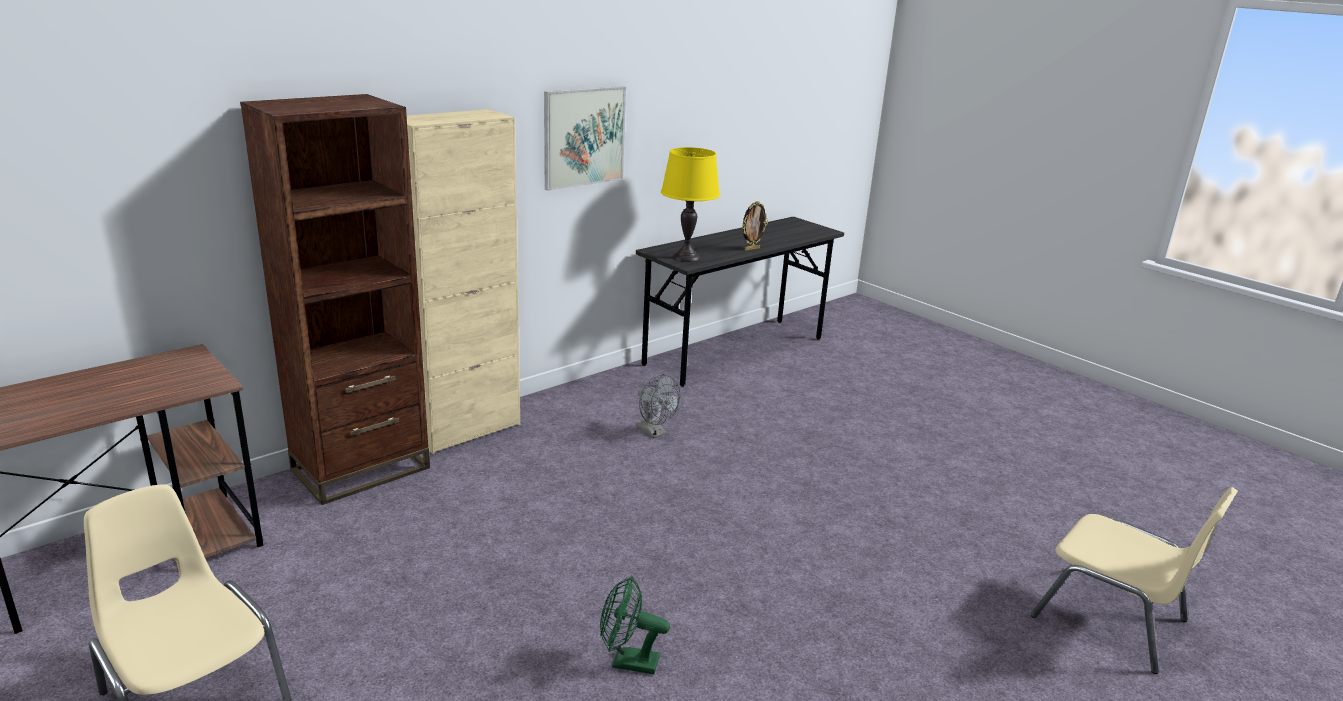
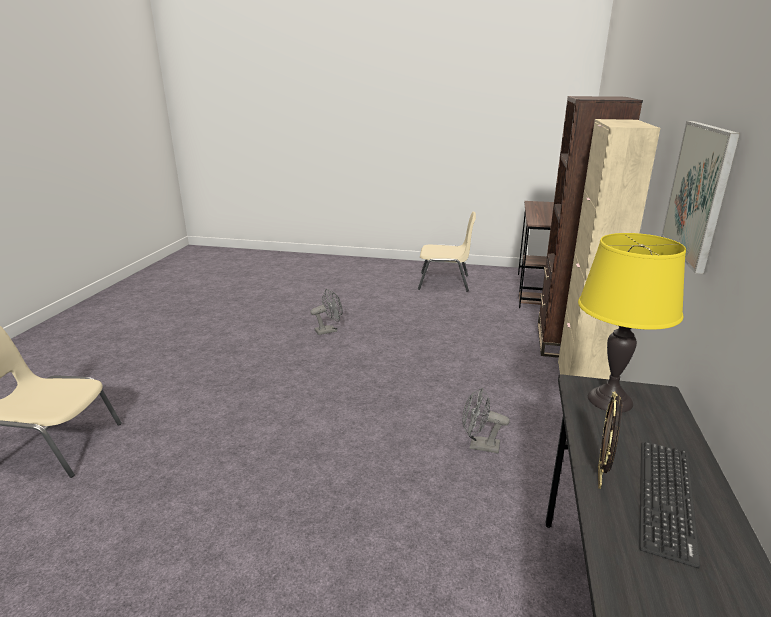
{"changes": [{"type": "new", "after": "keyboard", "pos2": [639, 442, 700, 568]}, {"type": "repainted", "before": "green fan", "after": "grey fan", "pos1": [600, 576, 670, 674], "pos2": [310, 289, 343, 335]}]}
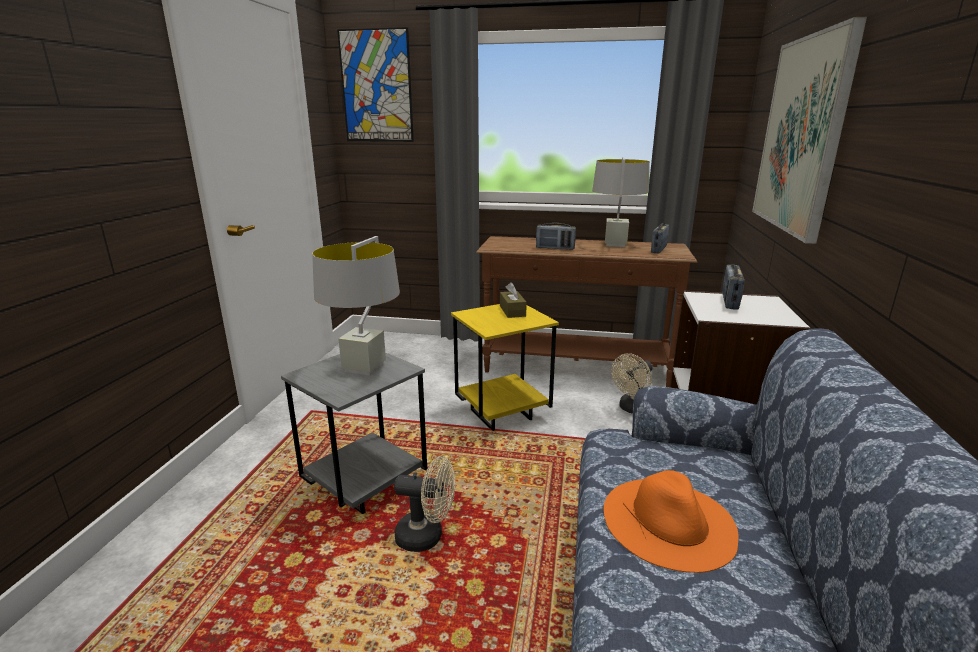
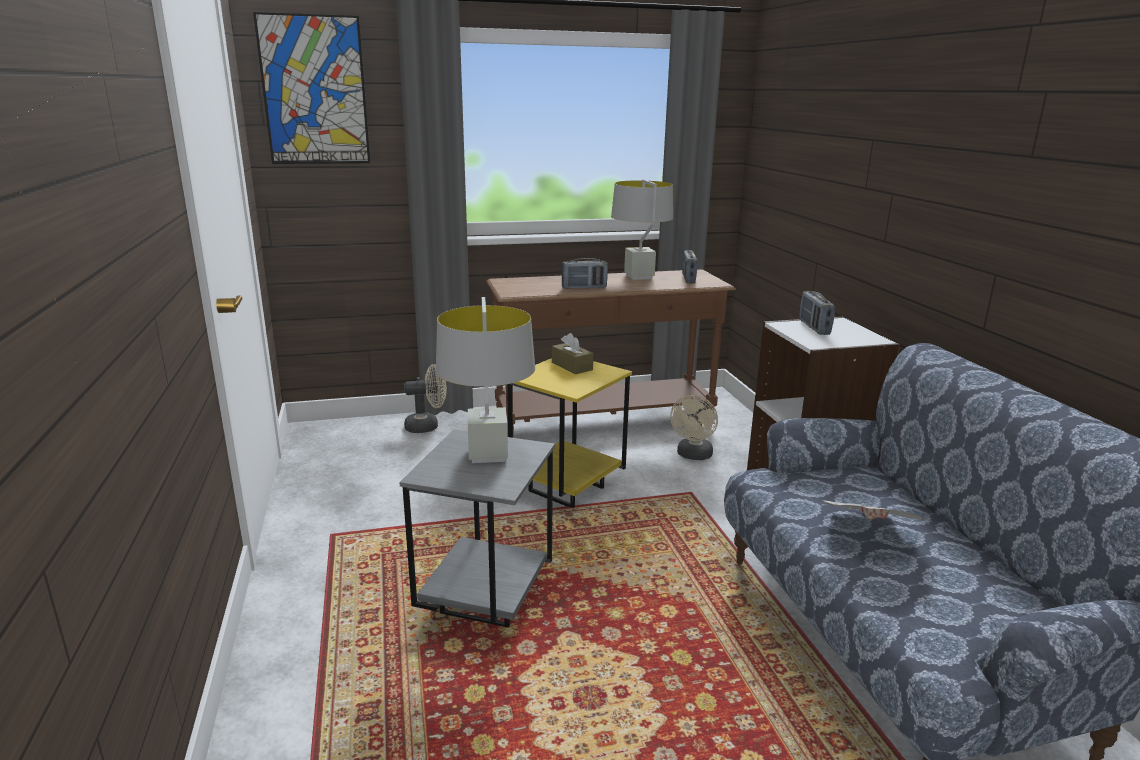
{"changes": [{"type": "gone", "before": "picture", "pos1": [752, 17, 867, 244]}, {"type": "shifted", "before": "beige fan", "pos1": [394, 456, 455, 552], "pos2": [404, 364, 447, 433]}, {"type": "swapped", "before": "orange hat", "after": "newspaper", "pos1": [604, 470, 739, 573], "pos2": [822, 500, 925, 520]}]}
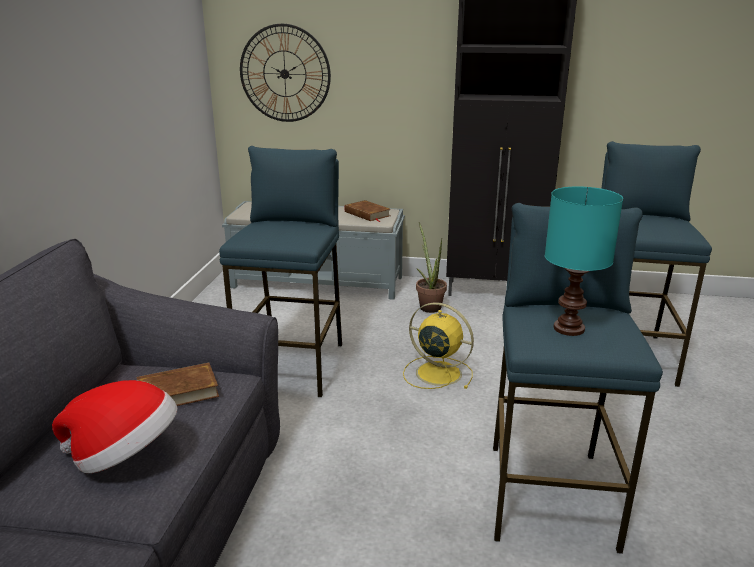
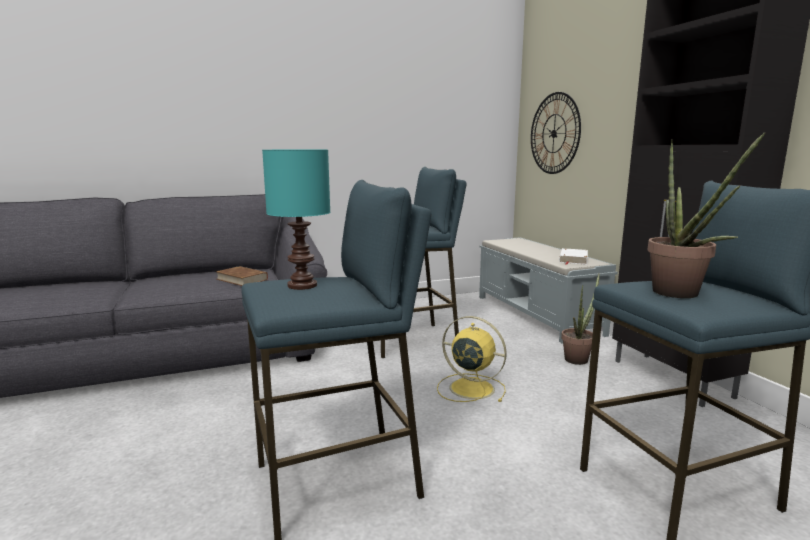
{"changes": [{"type": "gone", "before": "hat", "pos1": [52, 380, 177, 473]}, {"type": "new", "after": "potted plant", "pos2": [647, 132, 765, 298]}, {"type": "repainted", "before": "brown book", "after": "white book", "pos1": [345, 200, 390, 222], "pos2": [559, 248, 588, 265]}, {"type": "rotated", "before": "yellow fan", "pos1": [403, 302, 474, 389], "pos2": [437, 316, 507, 402], "turn": -60}]}
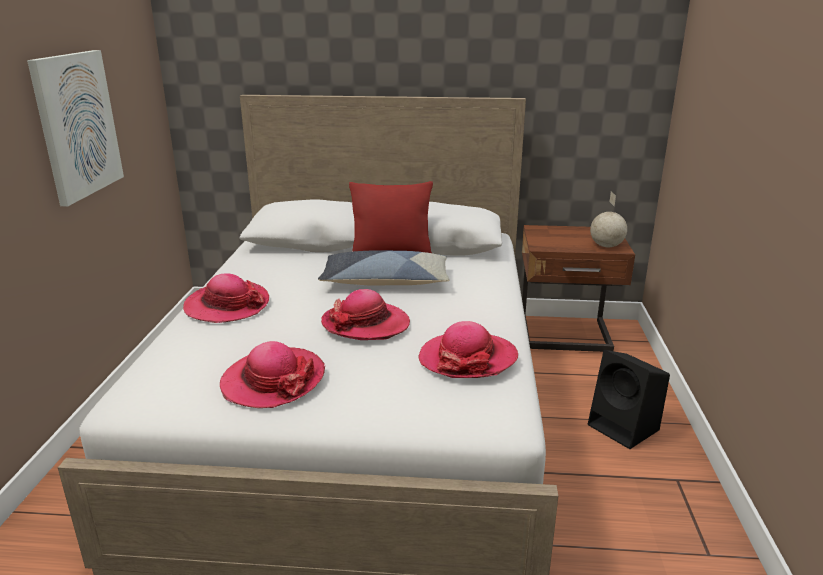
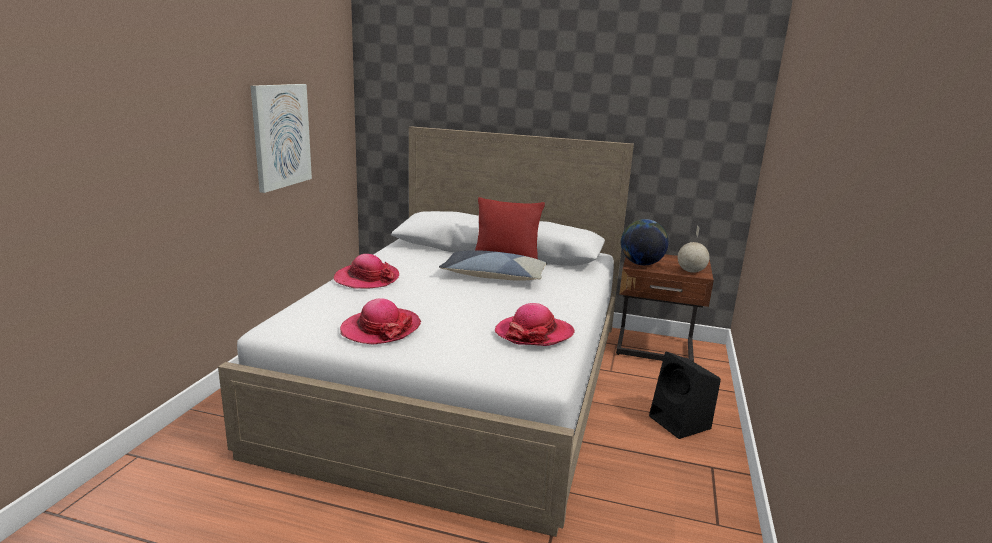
{"changes": [{"type": "gone", "before": "hat", "pos1": [321, 289, 410, 340]}, {"type": "new", "after": "globe", "pos2": [621, 219, 669, 265]}]}
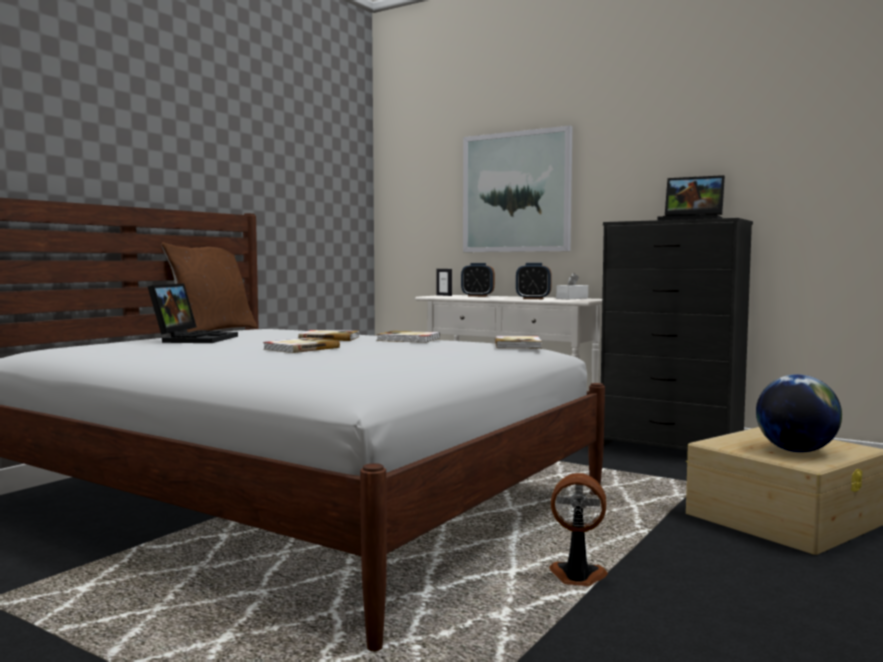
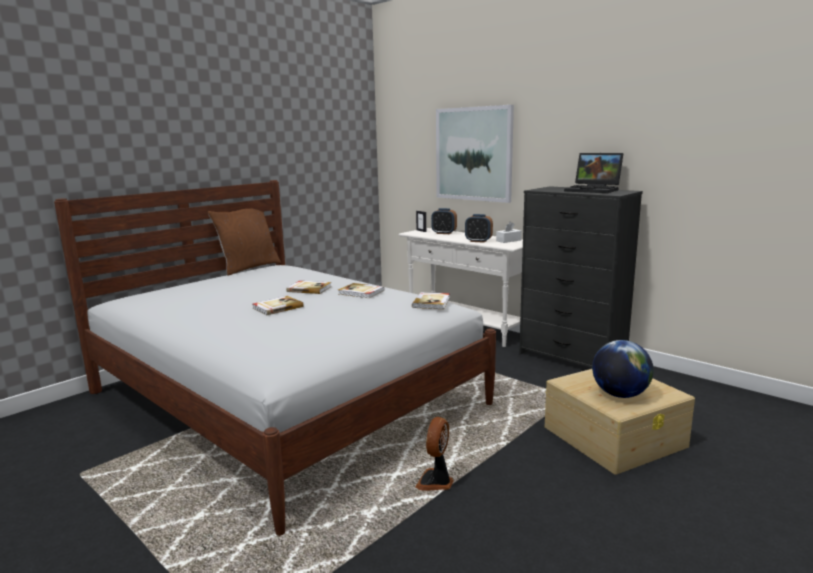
{"changes": [{"type": "gone", "before": "laptop", "pos1": [148, 283, 238, 343]}, {"type": "rotated", "before": "fan", "pos1": [549, 473, 608, 586], "pos2": [415, 417, 454, 491], "turn": -90}]}
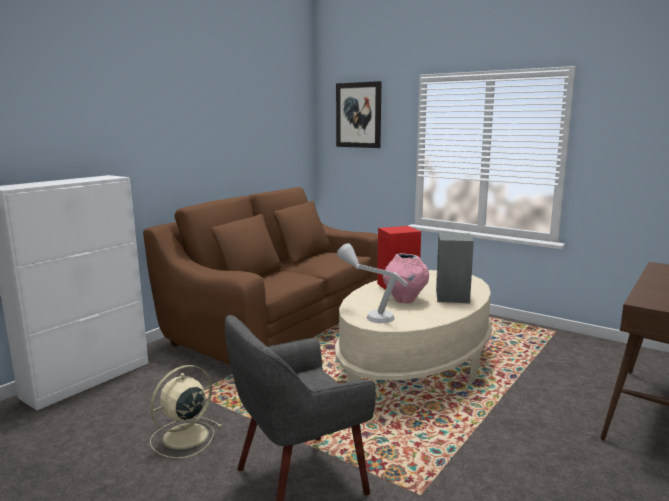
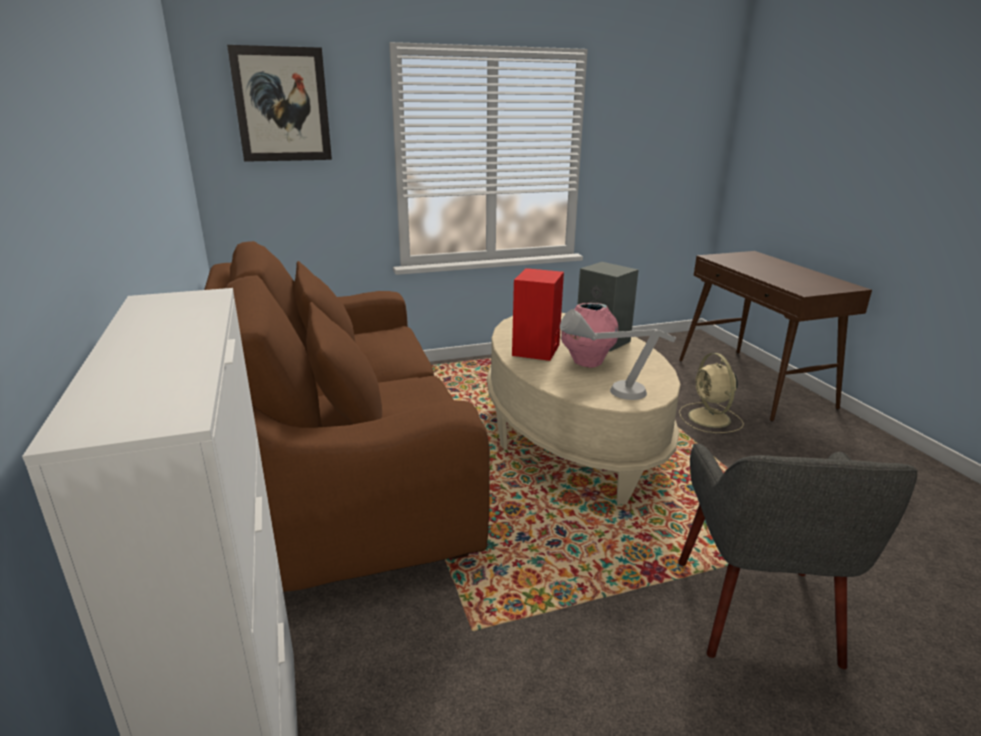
{"changes": [{"type": "shifted", "before": "beige fan", "pos1": [150, 365, 222, 459], "pos2": [679, 353, 744, 433]}]}
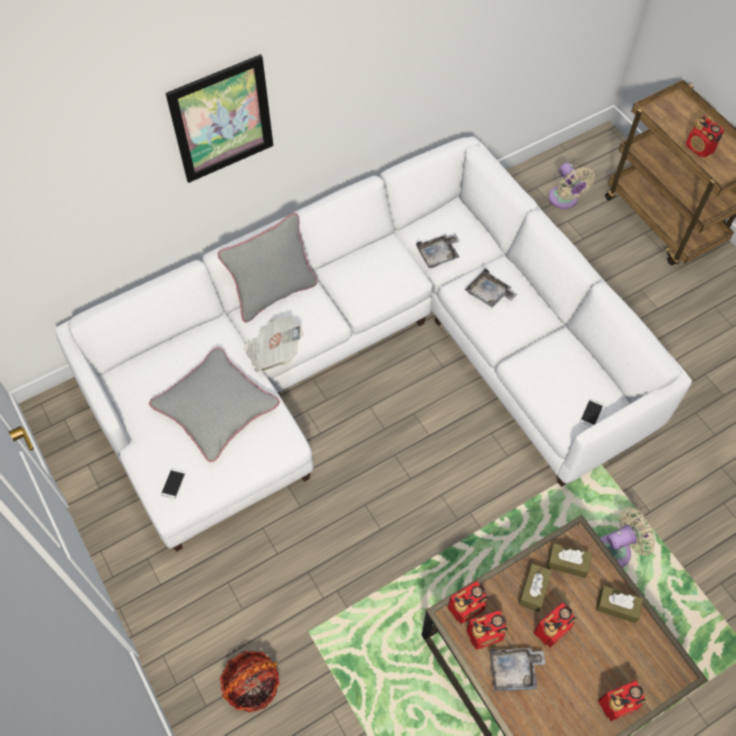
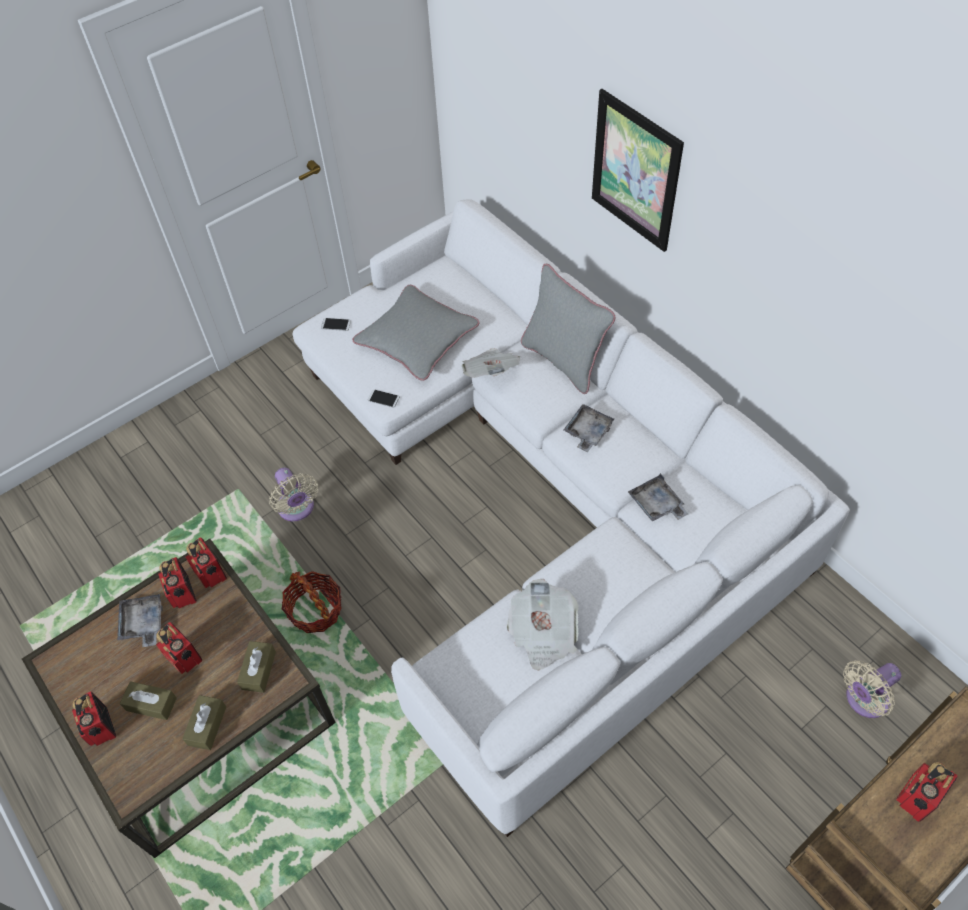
{"changes": [{"type": "new", "after": "newspaper", "pos2": [506, 579, 578, 671]}, {"type": "shifted", "before": "basket", "pos1": [220, 651, 280, 713], "pos2": [282, 571, 342, 633]}, {"type": "shifted", "before": "grey tray", "pos1": [465, 269, 517, 308], "pos2": [564, 404, 615, 452]}, {"type": "shifted", "before": "brown tissue box", "pos1": [519, 563, 552, 612], "pos2": [120, 681, 177, 720]}, {"type": "shifted", "before": "phone", "pos1": [580, 399, 603, 426], "pos2": [368, 389, 400, 408]}, {"type": "shifted", "before": "beige fan", "pos1": [600, 507, 655, 568], "pos2": [269, 468, 318, 522]}]}
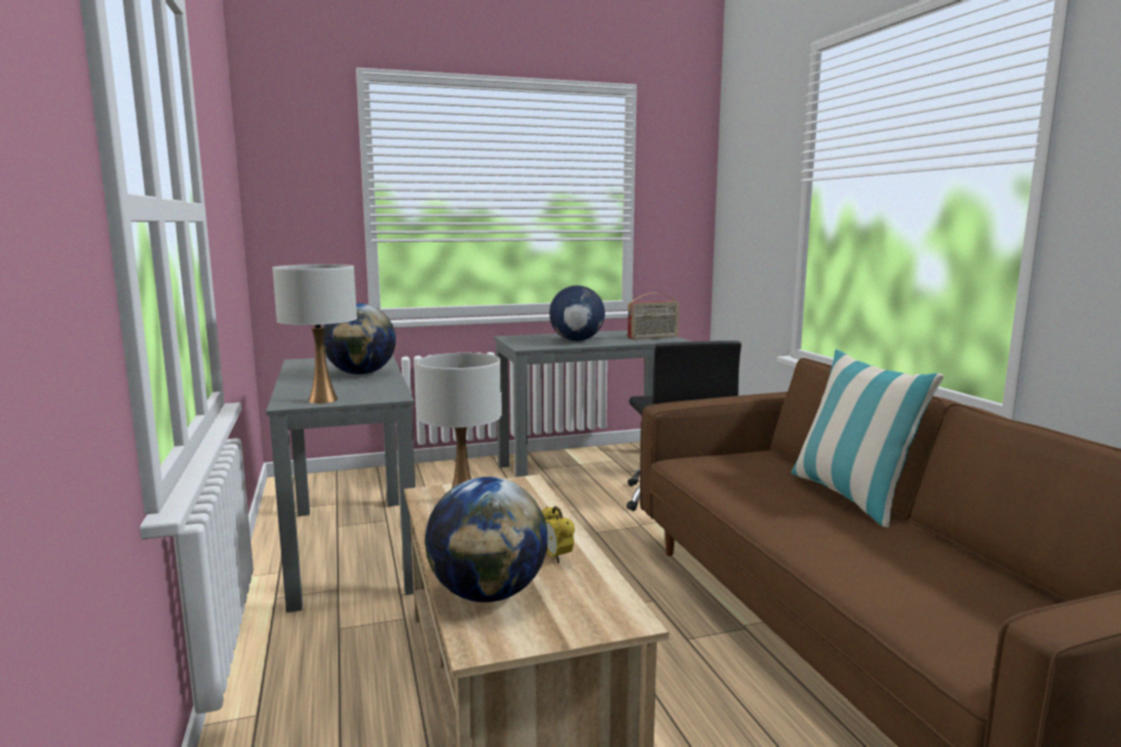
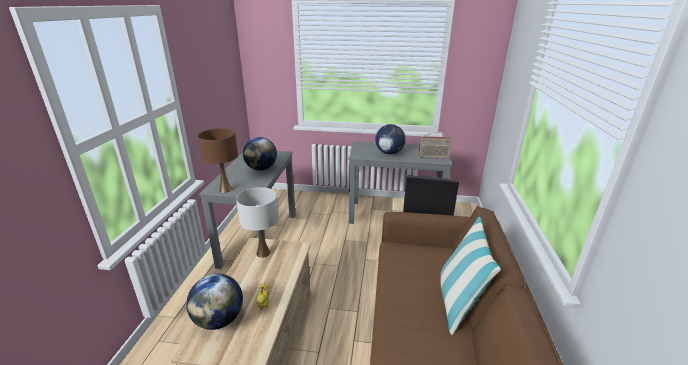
{"changes": [{"type": "repainted", "before": "white table lamp", "after": "brown table lamp", "pos1": [273, 264, 357, 404], "pos2": [198, 128, 238, 193]}]}
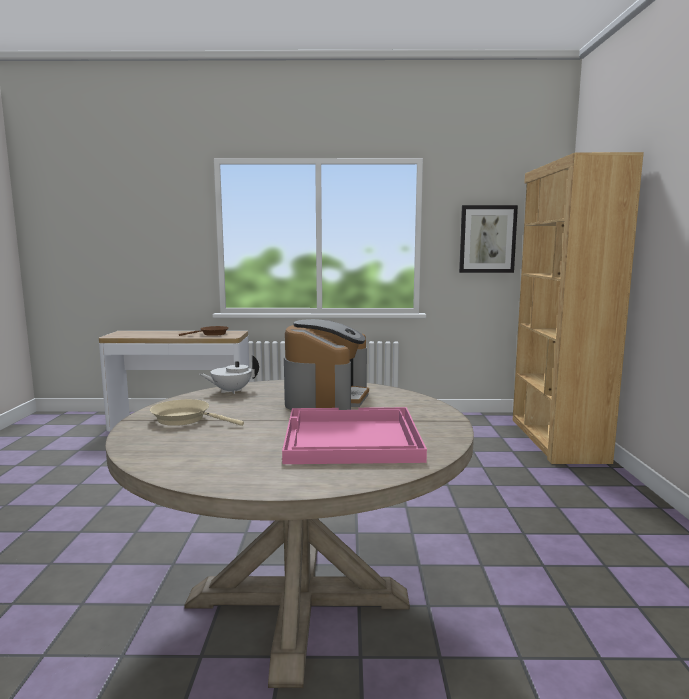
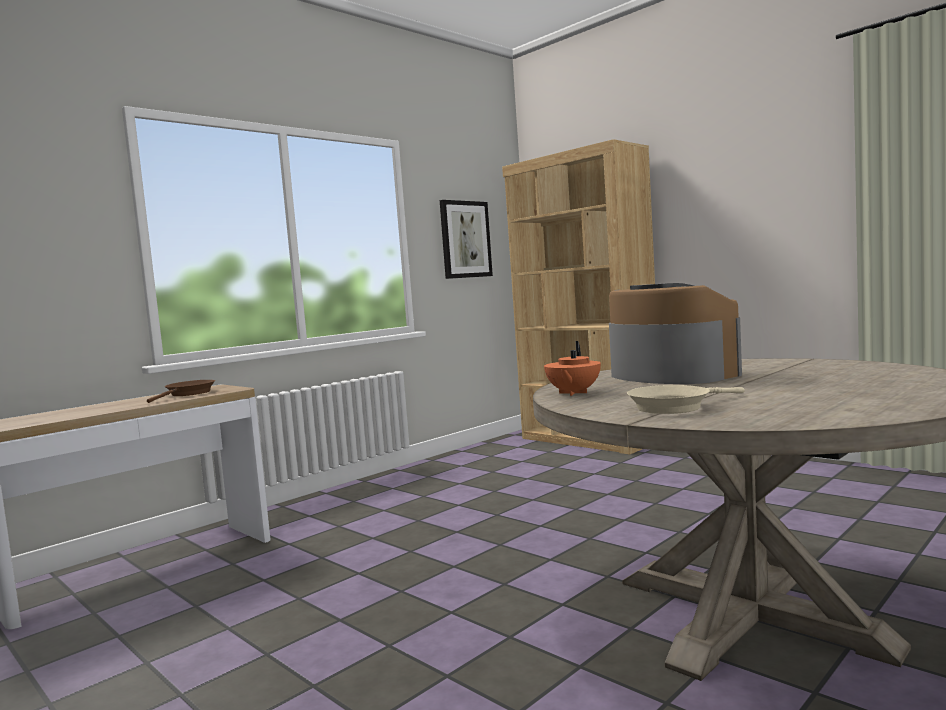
{"changes": [{"type": "gone", "before": "pink tray", "pos1": [282, 407, 427, 464]}, {"type": "repainted", "before": "white teapot", "after": "orange teapot", "pos1": [199, 355, 259, 394], "pos2": [544, 341, 601, 396]}]}
